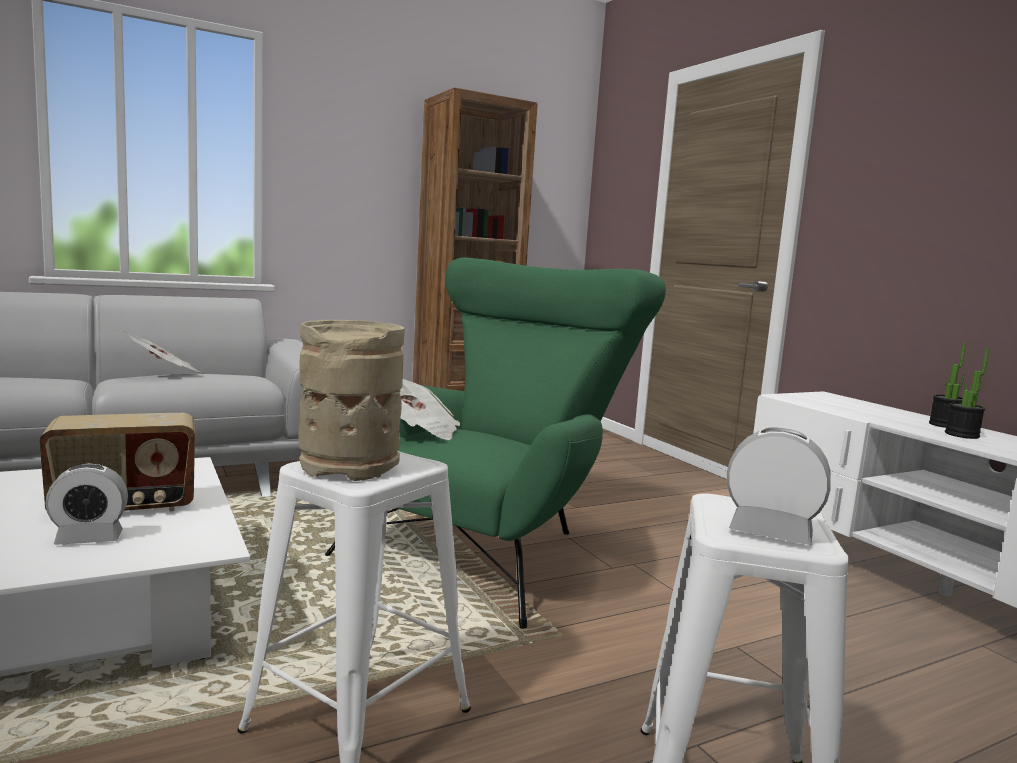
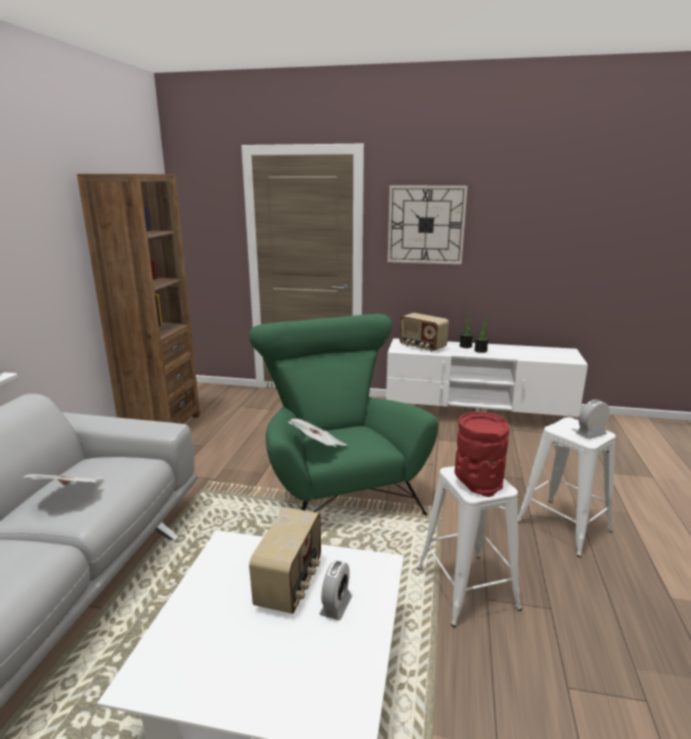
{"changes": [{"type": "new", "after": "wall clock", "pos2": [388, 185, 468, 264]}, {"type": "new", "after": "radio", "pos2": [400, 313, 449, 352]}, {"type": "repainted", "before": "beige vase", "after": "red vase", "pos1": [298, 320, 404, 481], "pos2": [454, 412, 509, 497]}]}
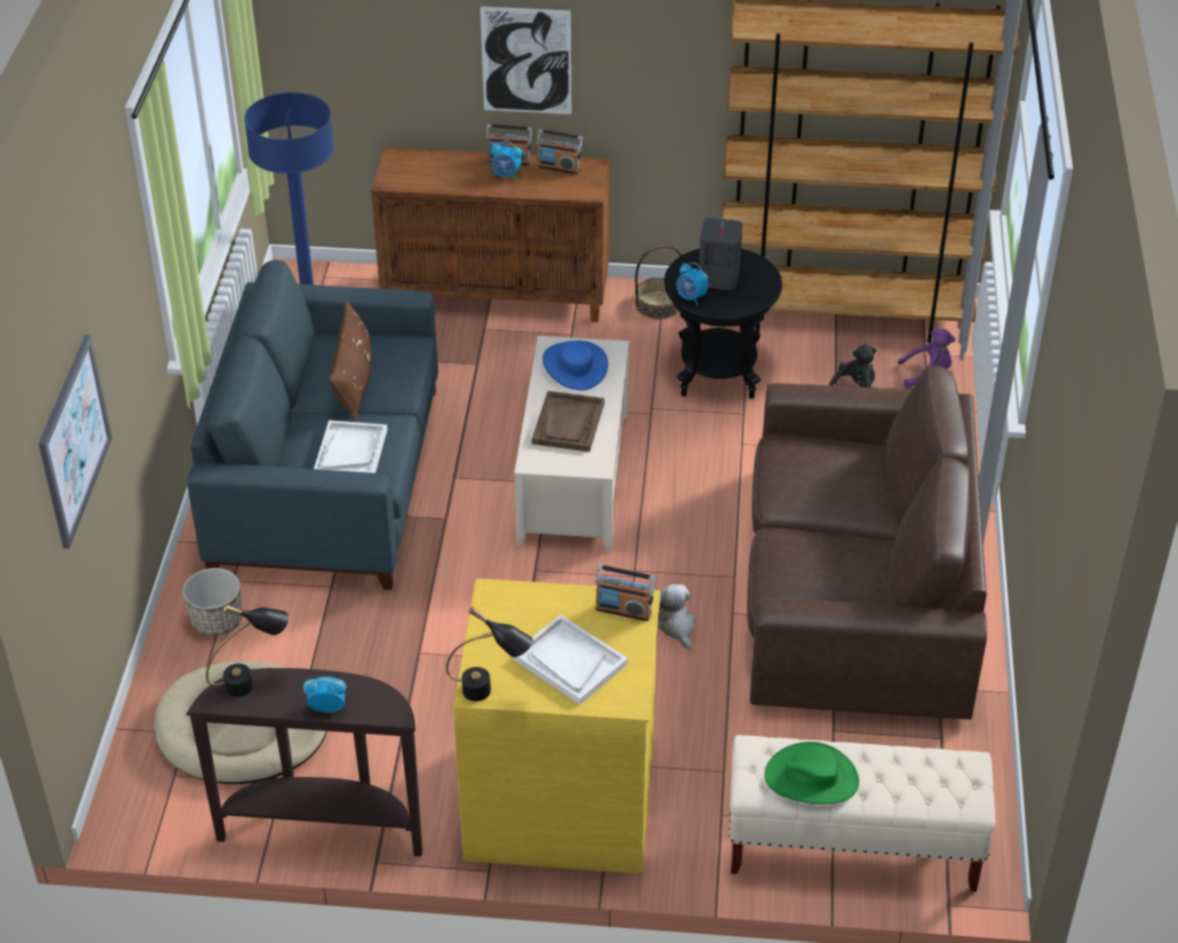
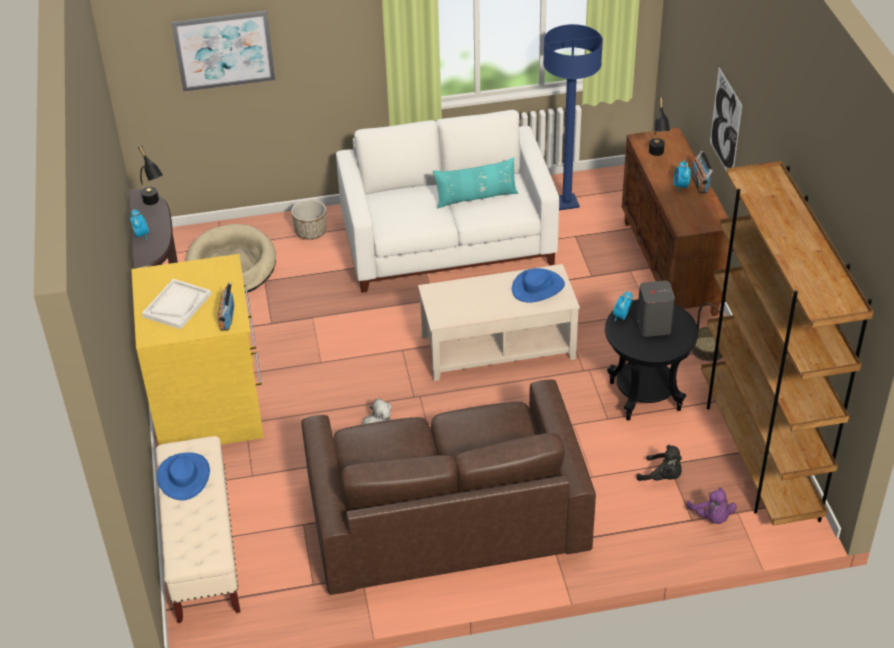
{"changes": [{"type": "gone", "before": "white tray", "pos1": [314, 420, 387, 473]}, {"type": "gone", "before": "brown tray", "pos1": [532, 391, 604, 452]}, {"type": "gone", "before": "radio", "pos1": [537, 129, 583, 174]}, {"type": "shifted", "before": "black table lamp", "pos1": [446, 606, 533, 701], "pos2": [649, 97, 670, 156]}, {"type": "repainted", "before": "blue sofa", "after": "white sofa", "pos1": [187, 260, 438, 590], "pos2": [336, 110, 559, 293]}, {"type": "repainted", "before": "brown pillow", "after": "turquoise pillow", "pos1": [329, 300, 372, 422], "pos2": [433, 157, 518, 209]}, {"type": "repainted", "before": "green hat", "after": "blue hat", "pos1": [764, 742, 859, 804], "pos2": [157, 452, 210, 500]}]}
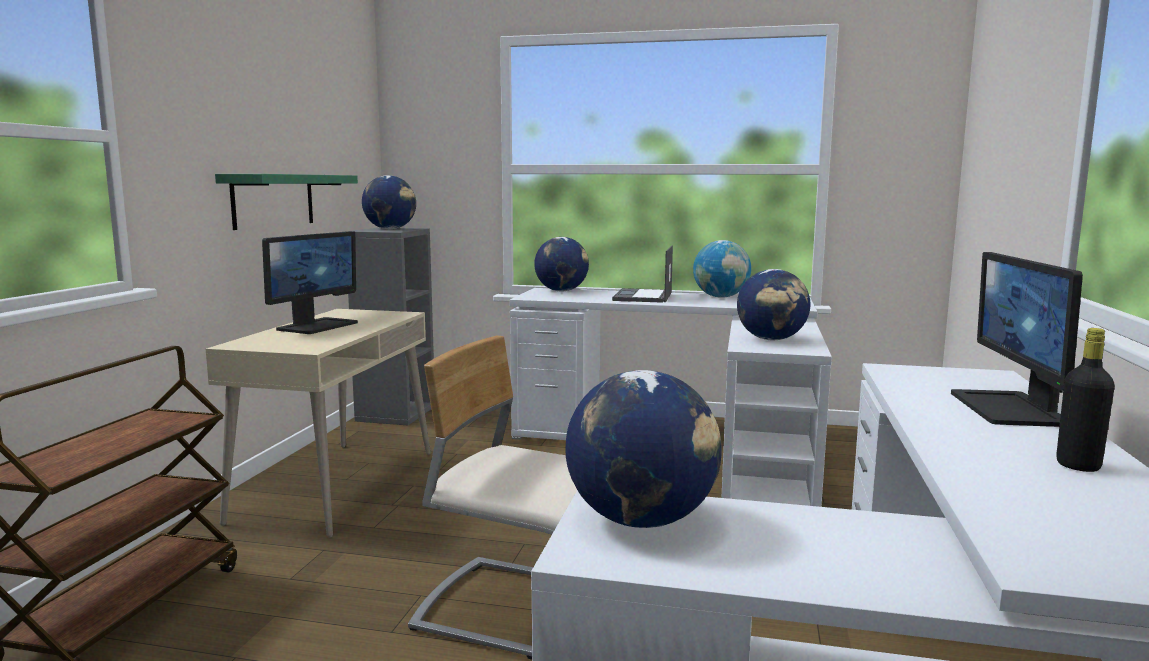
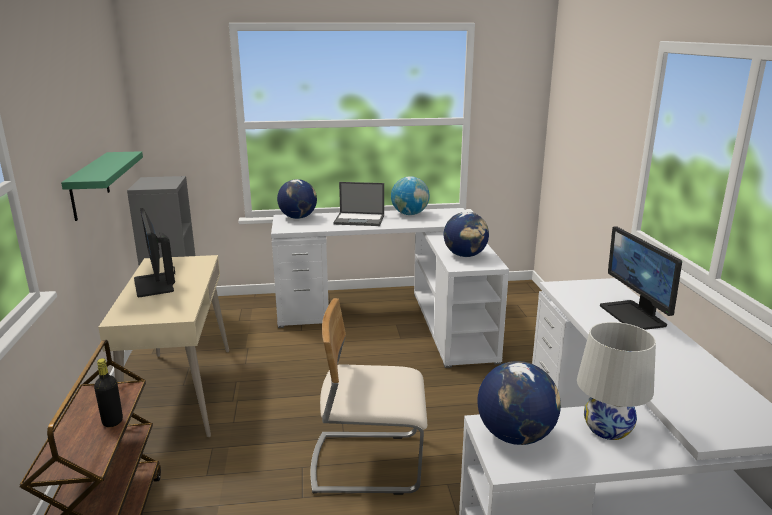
{"changes": [{"type": "gone", "before": "globe", "pos1": [362, 175, 416, 229]}, {"type": "new", "after": "white table lamp", "pos2": [577, 322, 656, 440]}, {"type": "shifted", "before": "black bottle", "pos1": [1056, 328, 1115, 472], "pos2": [94, 358, 123, 427]}, {"type": "rotated", "before": "monitor", "pos1": [262, 231, 358, 334], "pos2": [134, 208, 175, 297], "turn": 150}, {"type": "rotated", "before": "laptop", "pos1": [612, 245, 673, 303], "pos2": [333, 182, 384, 226], "turn": -75}]}
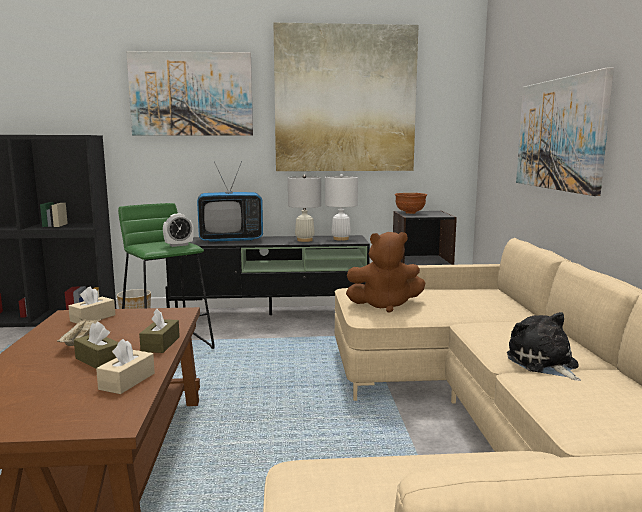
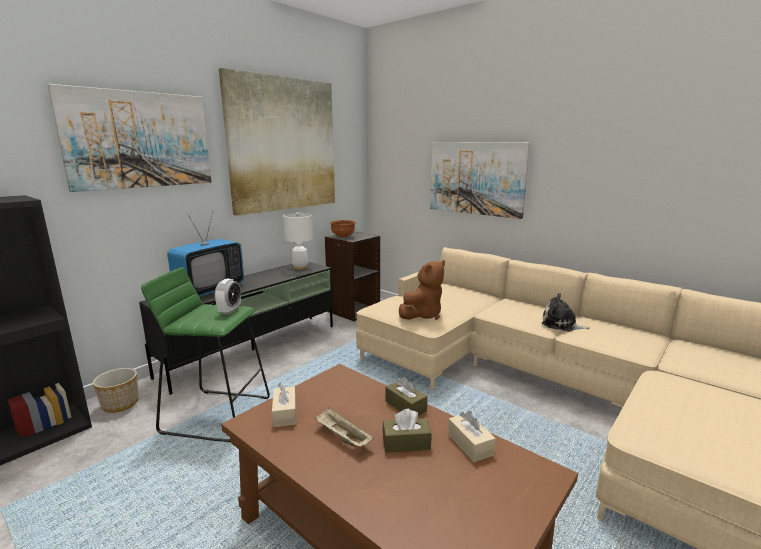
{"changes": [{"type": "gone", "before": "white table lamp", "pos1": [288, 175, 321, 242]}]}
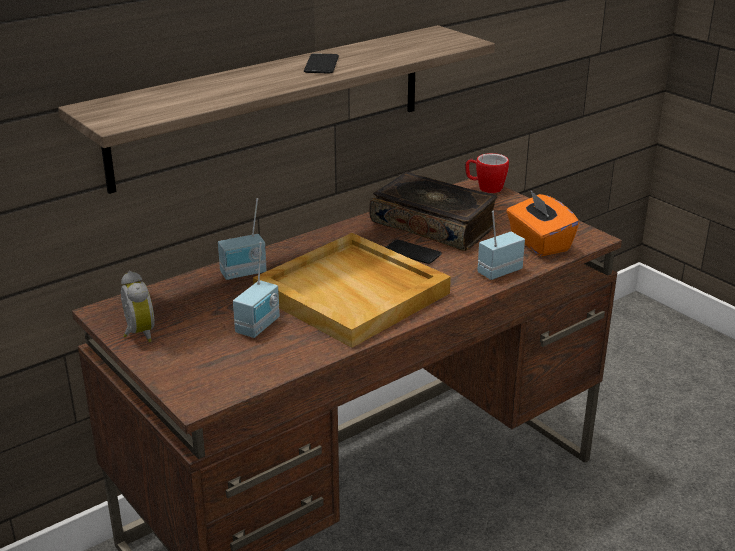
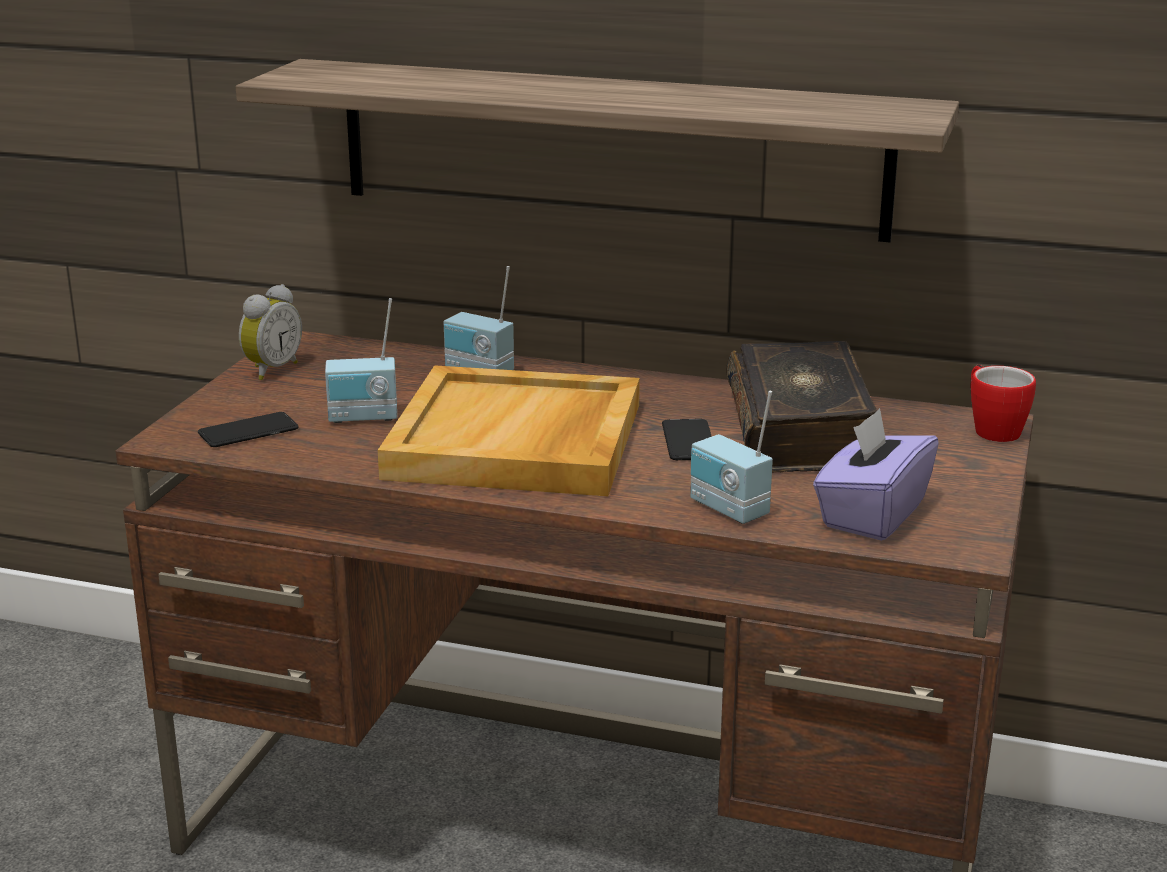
{"changes": [{"type": "shifted", "before": "phone", "pos1": [304, 54, 339, 73], "pos2": [198, 412, 299, 447]}, {"type": "repainted", "before": "orange tissue box", "after": "purple tissue box", "pos1": [507, 191, 579, 256], "pos2": [813, 408, 939, 541]}, {"type": "rotated", "before": "radio", "pos1": [477, 211, 525, 280], "pos2": [690, 391, 773, 524], "turn": -150}]}
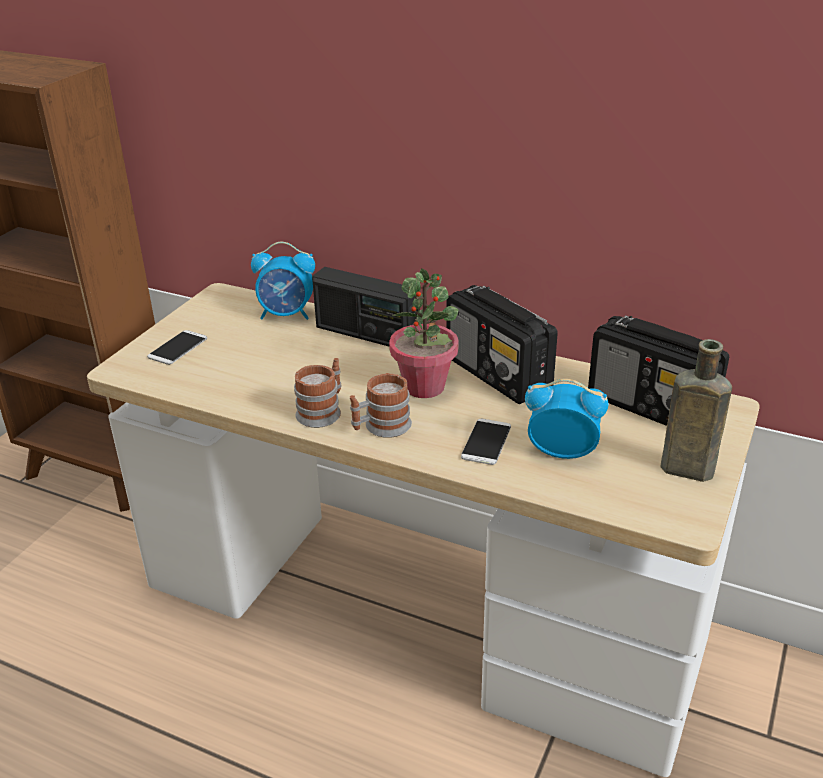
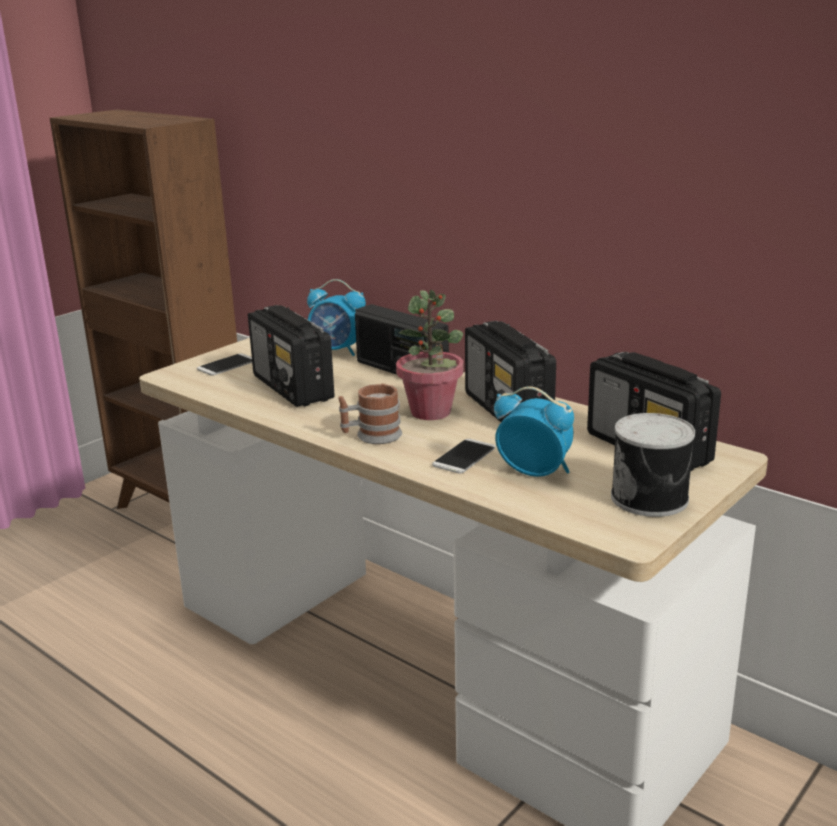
{"changes": [{"type": "gone", "before": "mug", "pos1": [294, 358, 342, 428]}, {"type": "new", "after": "radio", "pos2": [248, 305, 334, 407]}, {"type": "swapped", "before": "brown bottle", "after": "can", "pos1": [661, 339, 732, 482], "pos2": [611, 413, 695, 517]}]}
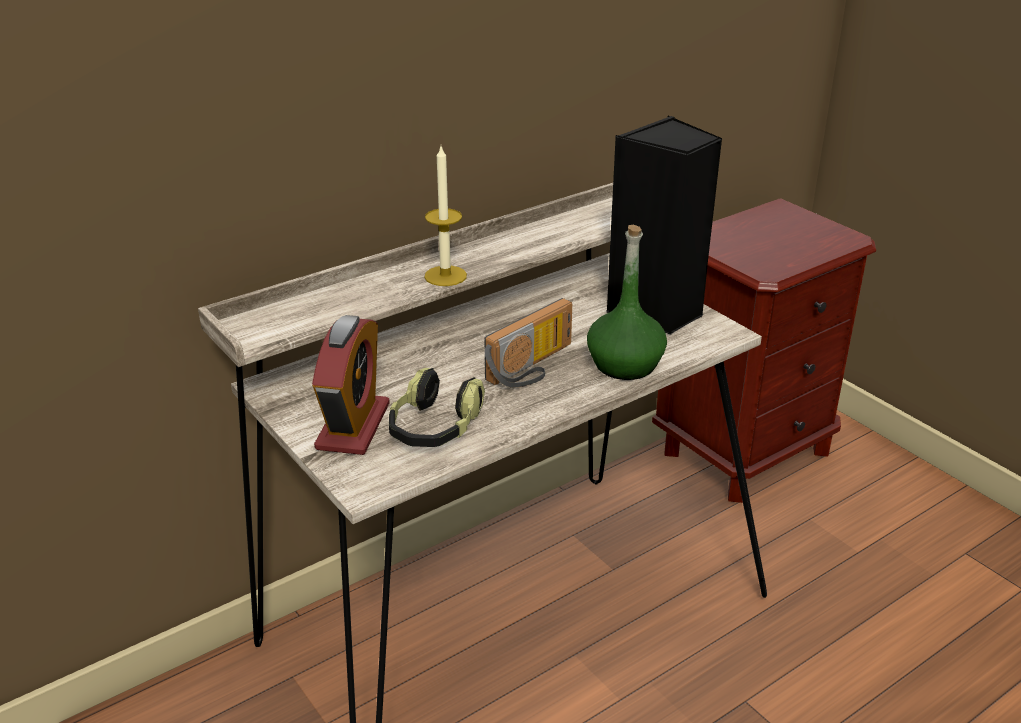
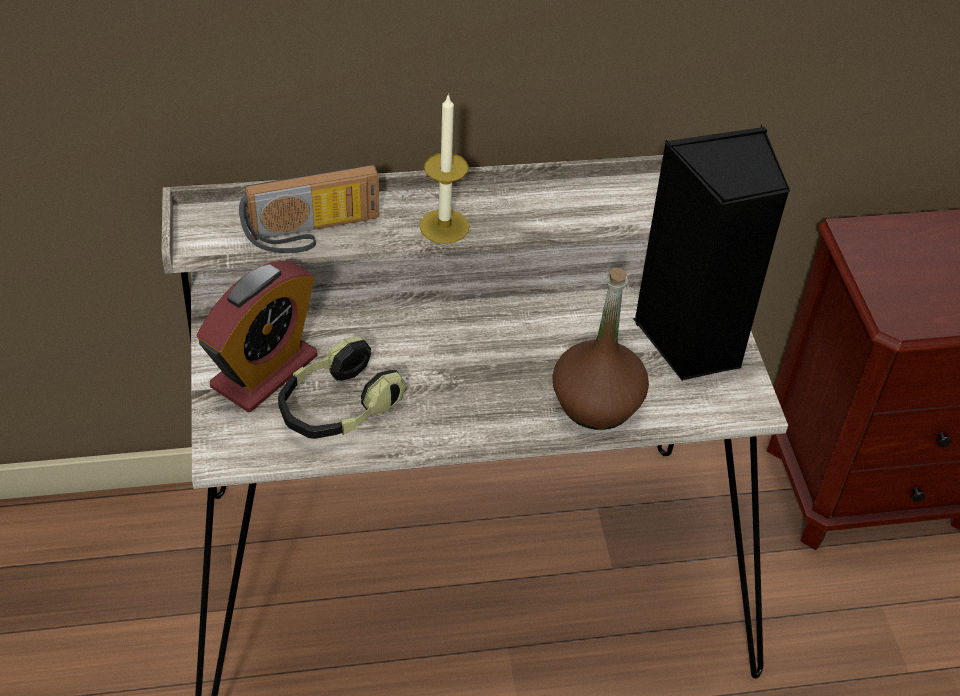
{"changes": [{"type": "shifted", "before": "radio", "pos1": [485, 298, 572, 388], "pos2": [239, 164, 379, 253]}, {"type": "repainted", "before": "green bottle", "after": "brown bottle", "pos1": [587, 225, 667, 380], "pos2": [552, 268, 649, 430]}]}
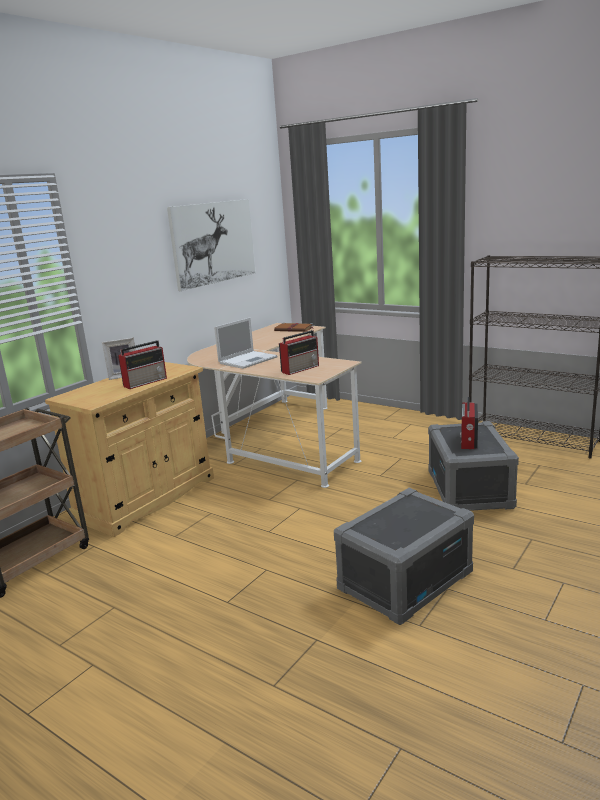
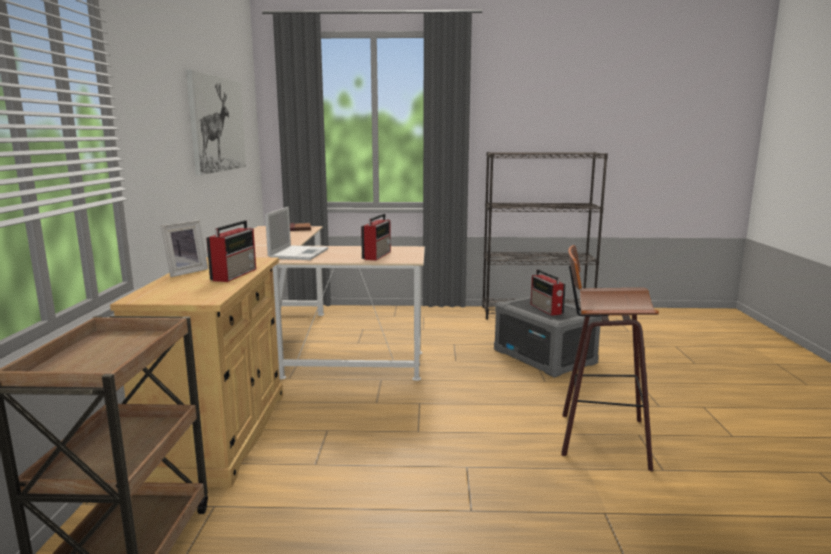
{"changes": [{"type": "swapped", "before": "grey storage box", "after": "stool", "pos1": [334, 488, 474, 625], "pos2": [561, 245, 659, 471]}]}
